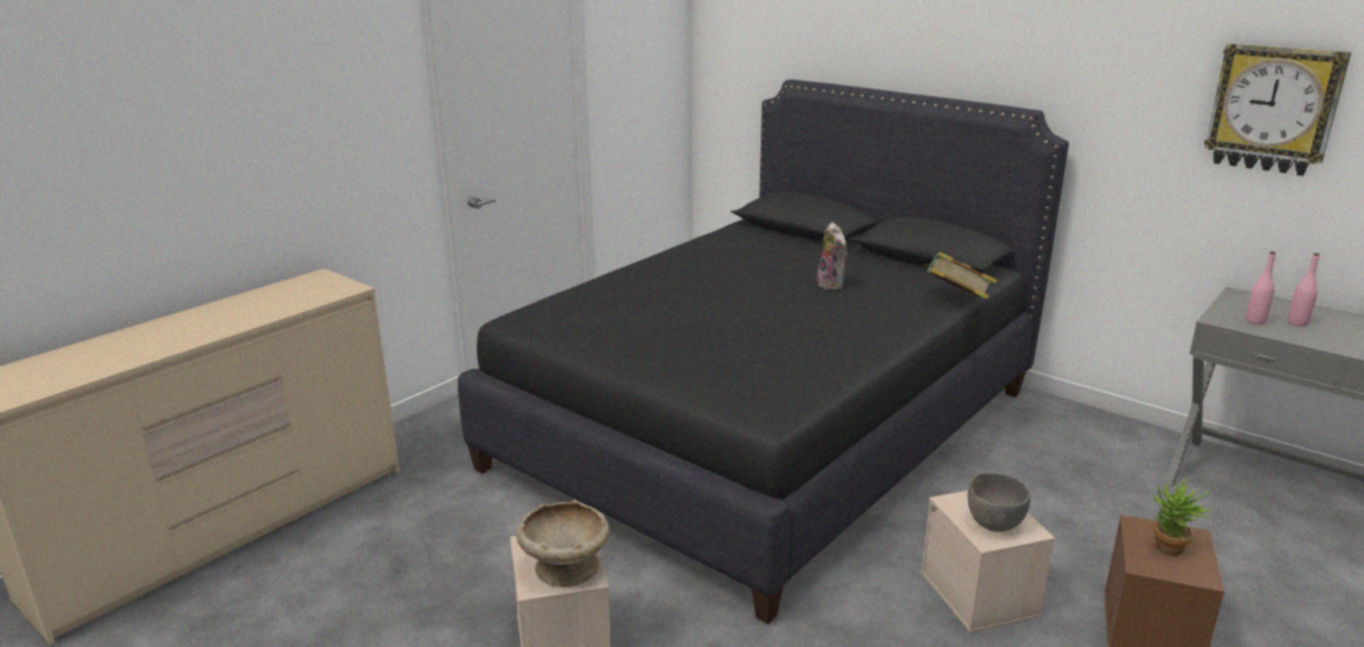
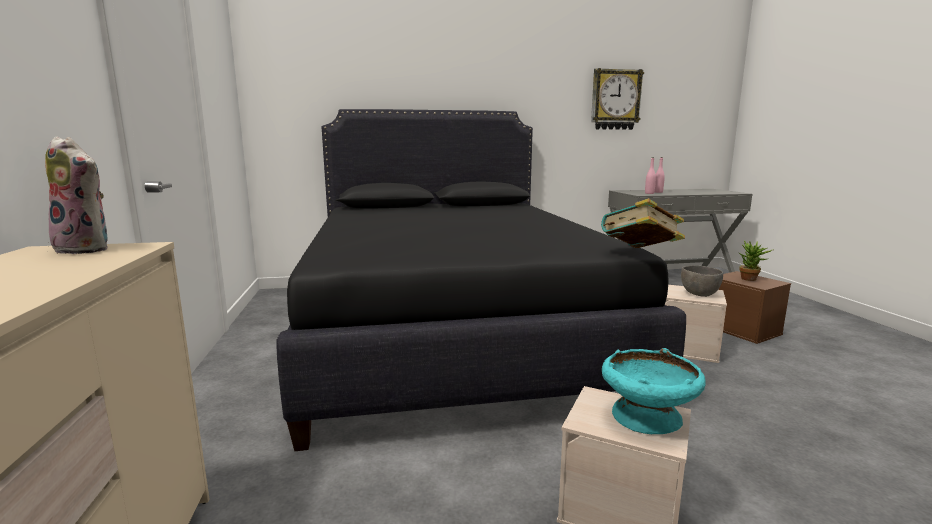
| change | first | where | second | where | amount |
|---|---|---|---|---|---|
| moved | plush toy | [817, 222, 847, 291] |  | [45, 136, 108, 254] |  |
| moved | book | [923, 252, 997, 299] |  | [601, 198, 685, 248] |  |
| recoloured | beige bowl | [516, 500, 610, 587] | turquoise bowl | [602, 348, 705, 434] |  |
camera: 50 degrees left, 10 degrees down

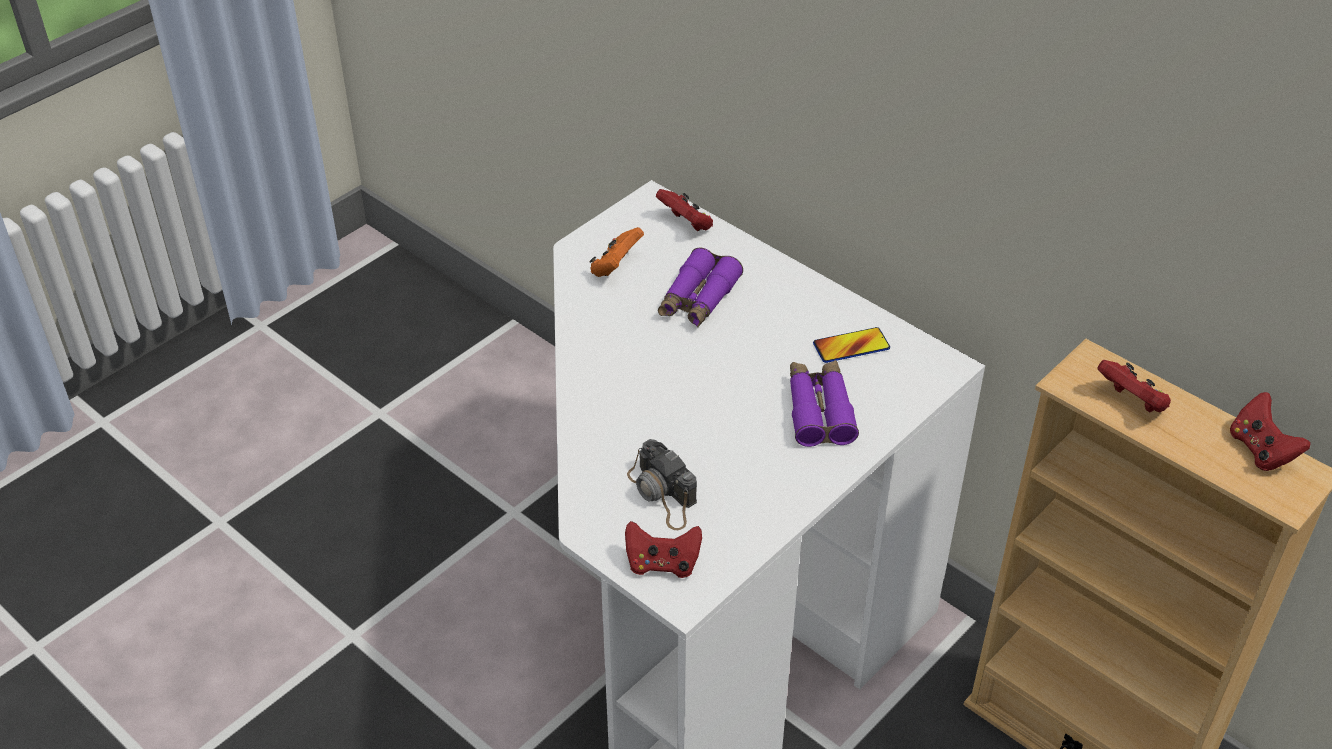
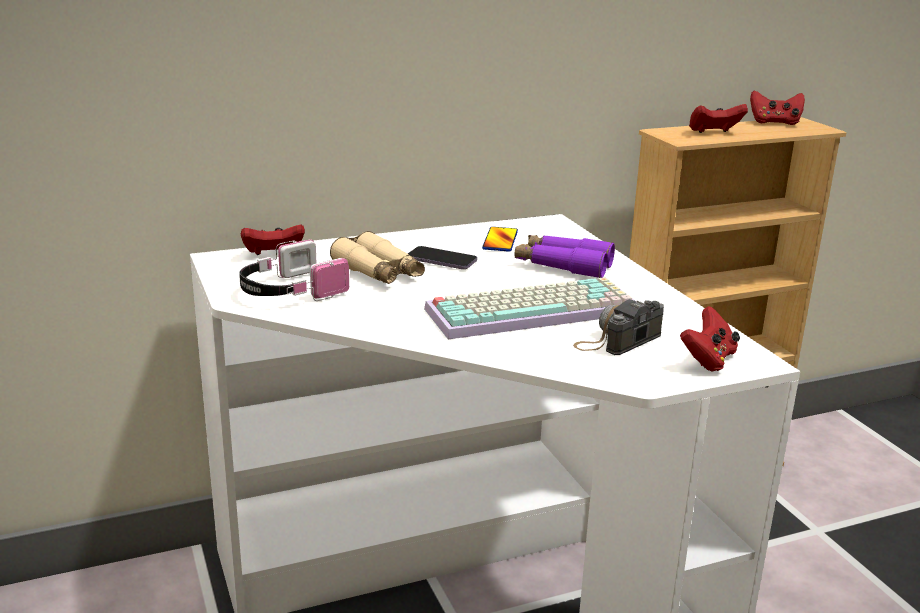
| change | first | where | second | where | amount |
|---|---|---|---|---|---|
| replaced | orange game controller | [590, 227, 644, 277] | headphones | [239, 239, 349, 301] |  |
| recoloured | purple binoculars | [658, 248, 743, 327] | beige binoculars | [330, 231, 425, 284] |  |
| added |  |  | phone | [408, 246, 477, 269] |  |
| added |  |  | keyboard | [424, 277, 637, 339] |  |
| turned | photo camera | [627, 439, 697, 530] |  | [573, 299, 664, 355] | 150 degrees clockwise |
camera: 65 degrees left, 20 degrees down

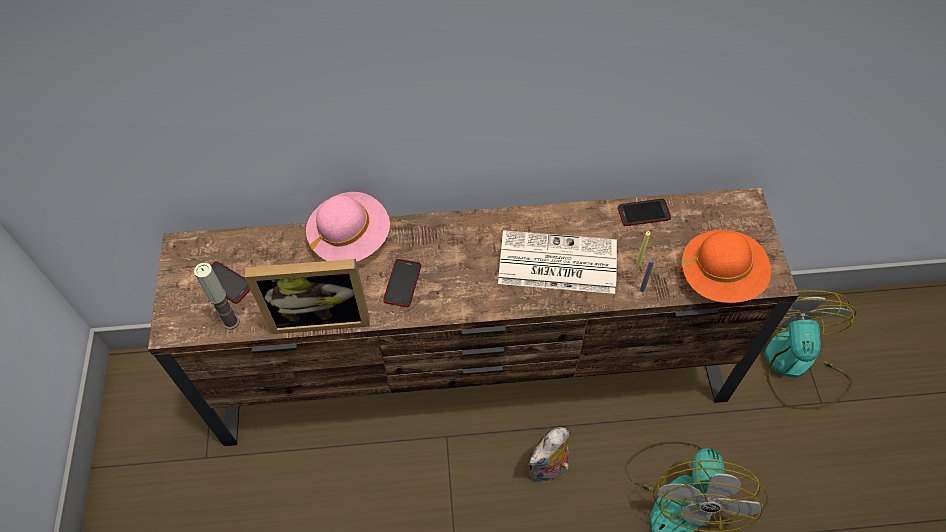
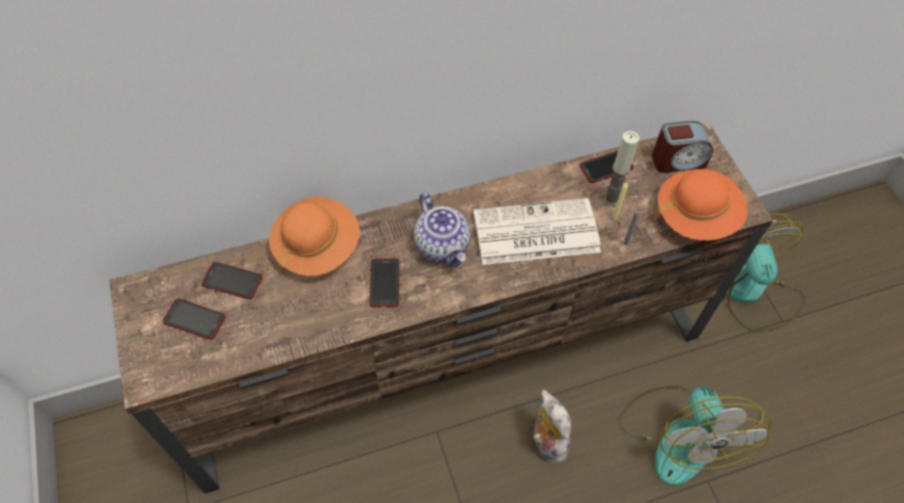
| change | first | where | second | where | amount |
|---|---|---|---|---|---|
| added |  |  | phone | [202, 262, 263, 299] |  |
| recoloured | pink hat | [306, 192, 390, 262] | orange hat | [269, 197, 360, 276] |  |
| added |  |  | teapot | [414, 193, 471, 267] |  |
| turned | plush toy | [528, 427, 570, 483] |  | [533, 390, 572, 462] | 120 degrees clockwise |
| moved | candle | [194, 263, 240, 330] |  | [603, 131, 639, 206] |  |
| added |  |  | alarm clock | [652, 121, 713, 173] |  |
| removed | picture frame | [245, 259, 370, 334] |  |  |  |
camera: 15 degrees left, 0 degrees up

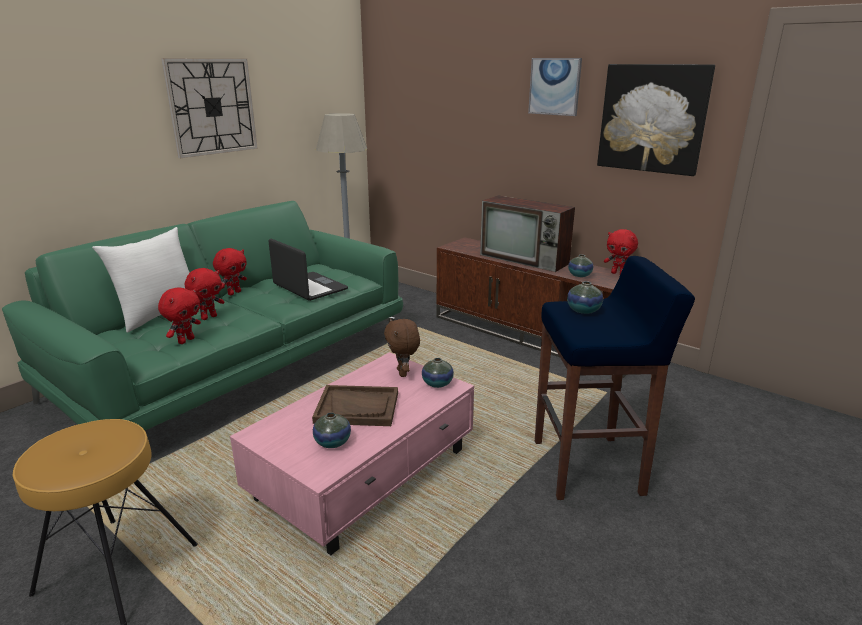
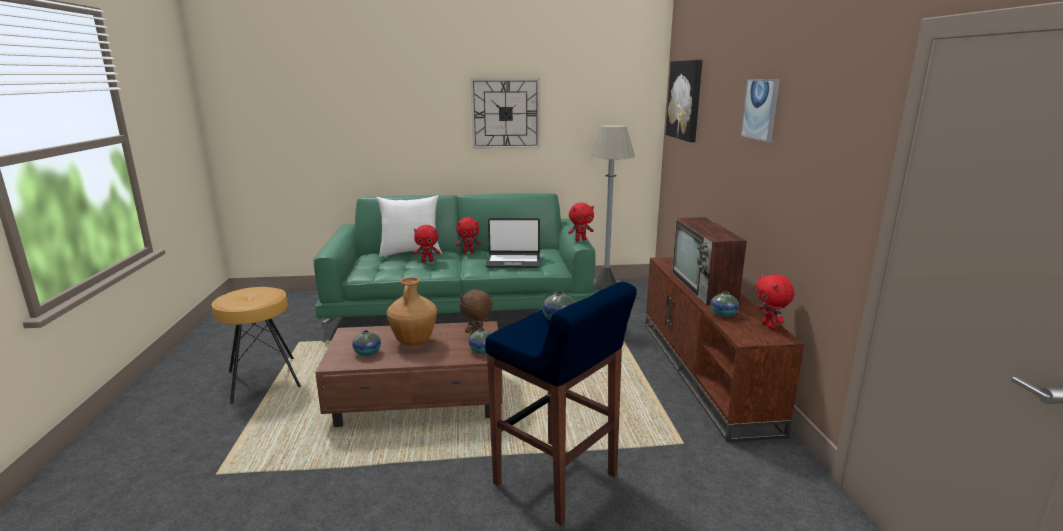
| change | first | where | second | where | amount |
|---|---|---|---|---|---|
| recoloured | pink coffee table | [230, 352, 474, 555] | brown coffee table | [315, 321, 503, 427] |  |
| replaced | brown tray | [312, 385, 398, 426] | brown vase | [387, 277, 437, 346] |  |
| turned | laptop | [268, 239, 348, 301] |  | [486, 218, 540, 268] | 90 degrees clockwise |
| moved | red plush toy | [158, 287, 201, 344] |  | [568, 203, 594, 241] |  |
| moved | picture | [597, 64, 715, 176] |  | [666, 60, 702, 142] |  |
camera: 45 degrees right, 5 degrees down

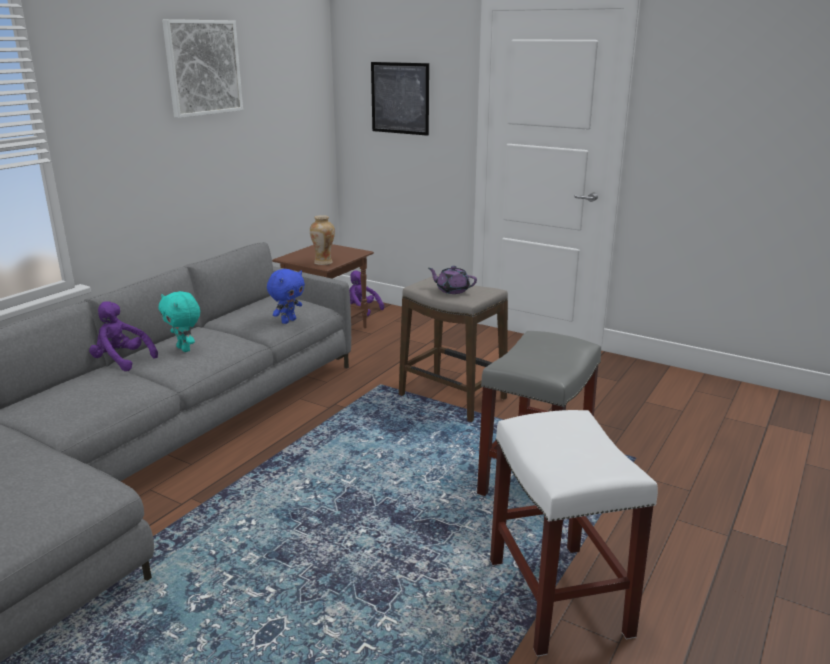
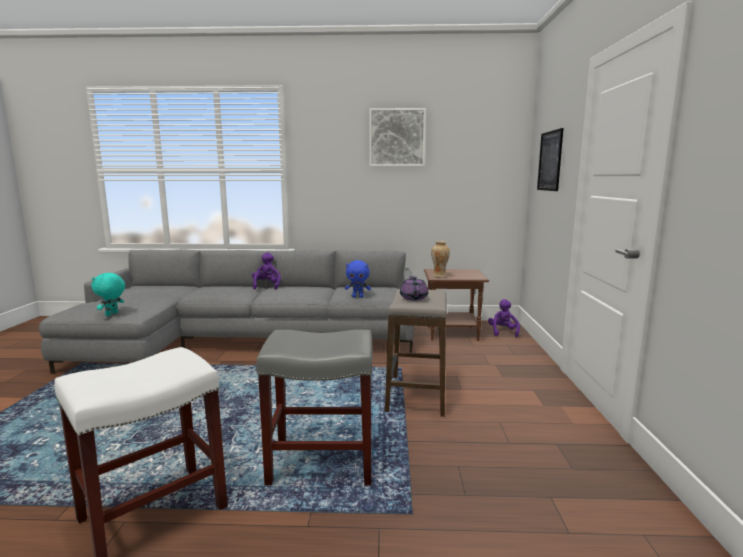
| change | first | where | second | where | amount |
|---|---|---|---|---|---|
| moved | turquoise plush toy | [159, 291, 200, 352] |  | [92, 273, 125, 316] |  |
camera: 60 degrees right, 10 degrees down

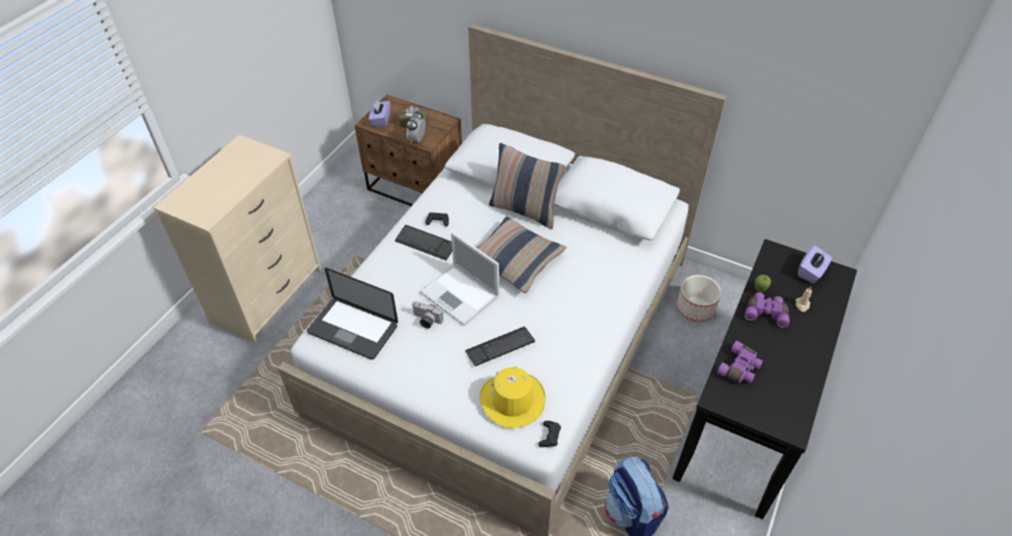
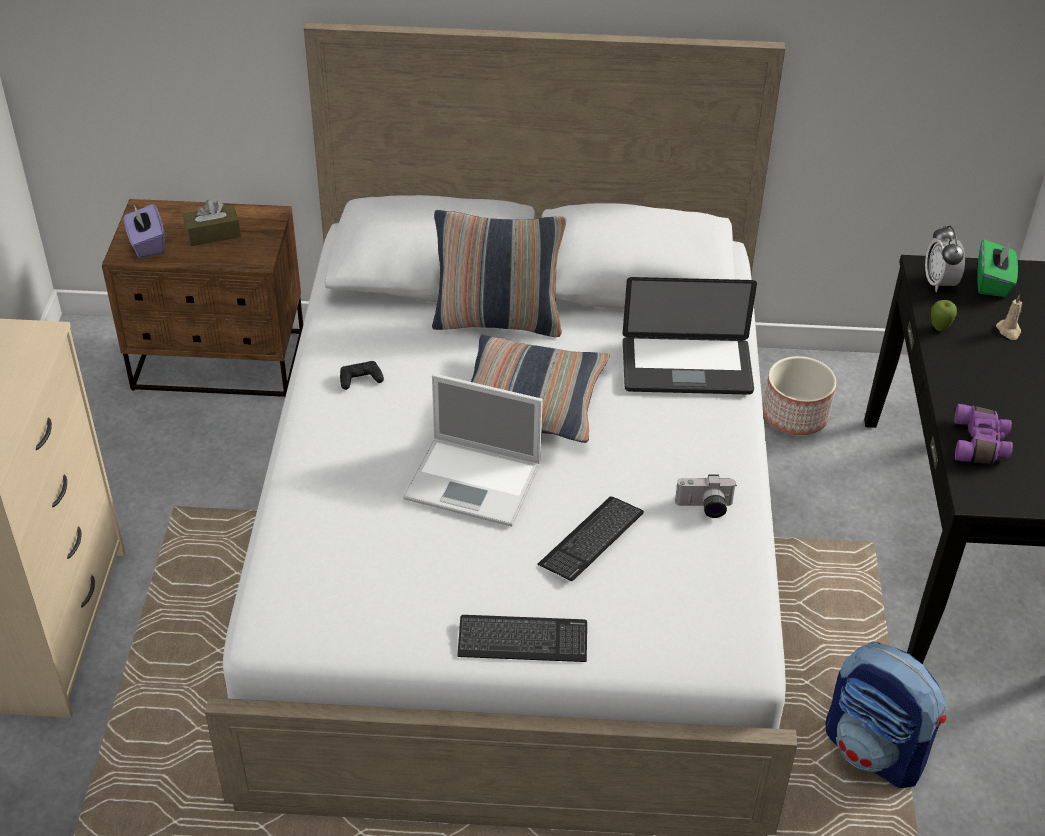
| change | first | where | second | where | amount |
|---|---|---|---|---|---|
| moved | keyboard | [395, 225, 452, 261] |  | [458, 615, 587, 662] |  |
| moved | laptop | [307, 268, 398, 360] |  | [623, 277, 757, 395] |  |
| moved | photo camera | [412, 301, 443, 328] |  | [675, 475, 736, 518] |  |
| moved | alarm clock | [407, 111, 426, 143] |  | [925, 226, 965, 292] |  |
| recoloured | purple tissue box | [798, 245, 832, 284] | green tissue box | [978, 240, 1018, 297] |  |
| removed | yellow hat | [480, 365, 545, 428] |  |  |  |
| removed | black game controller | [538, 421, 561, 447] |  |  |  |
| removed | purple binoculars | [745, 292, 790, 327] |  |  |  |
camera: 25 degrees left, 5 degrees down

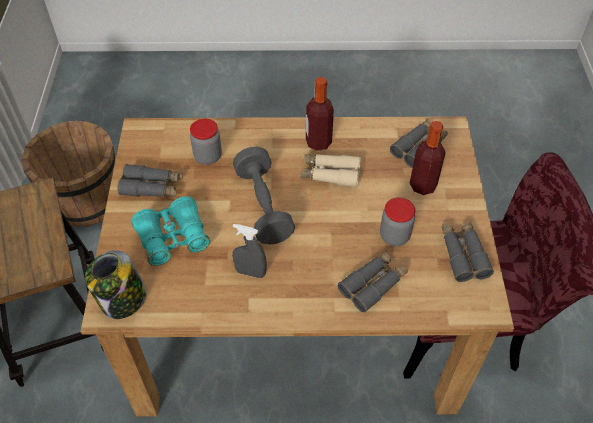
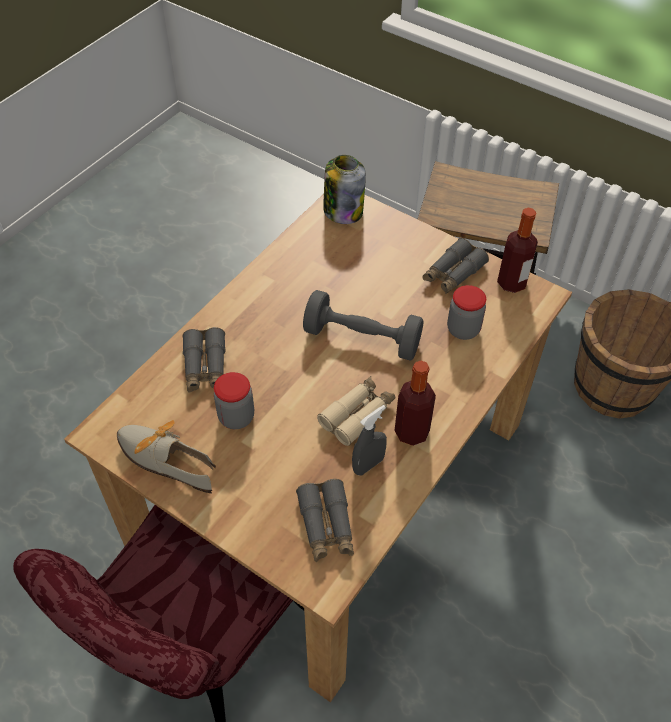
| change | first | where | second | where | amount |
|---|---|---|---|---|---|
| replaced | grey binoculars | [442, 221, 494, 282] | shoe | [117, 420, 216, 494] |  |
| moved | grey spray bottle | [232, 224, 267, 278] |  | [352, 405, 387, 476] |  |
| moved | bottle | [410, 121, 445, 195] |  | [497, 208, 538, 293] |  |
| removed | turquoise binoculars | [132, 196, 210, 266] |  |  |  |
camera: 125 degrees right, 0 degrees up

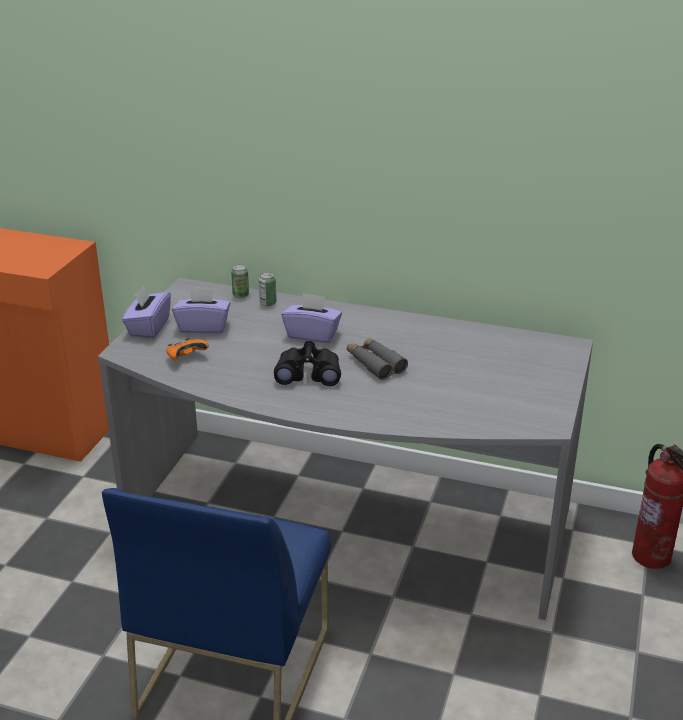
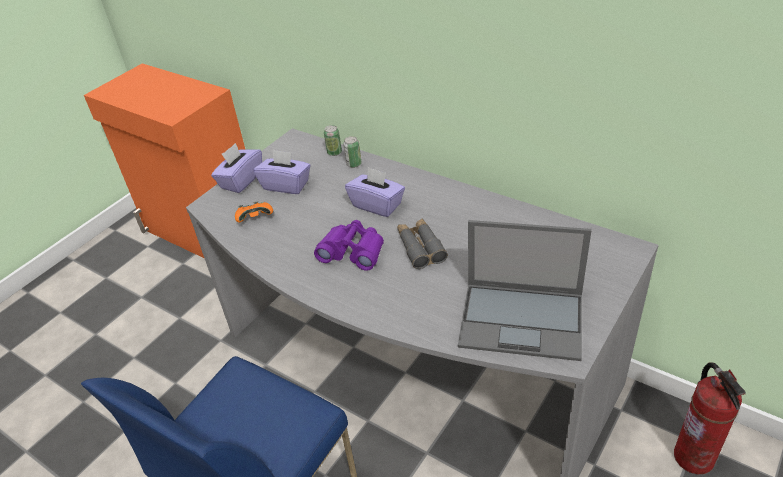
| change | first | where | second | where | amount |
|---|---|---|---|---|---|
| recoloured | black binoculars | [274, 340, 341, 386] | purple binoculars | [314, 220, 384, 271] |  |
| added |  |  | laptop | [458, 220, 591, 361] |  |
camera: 20 degrees right, 10 degrees up

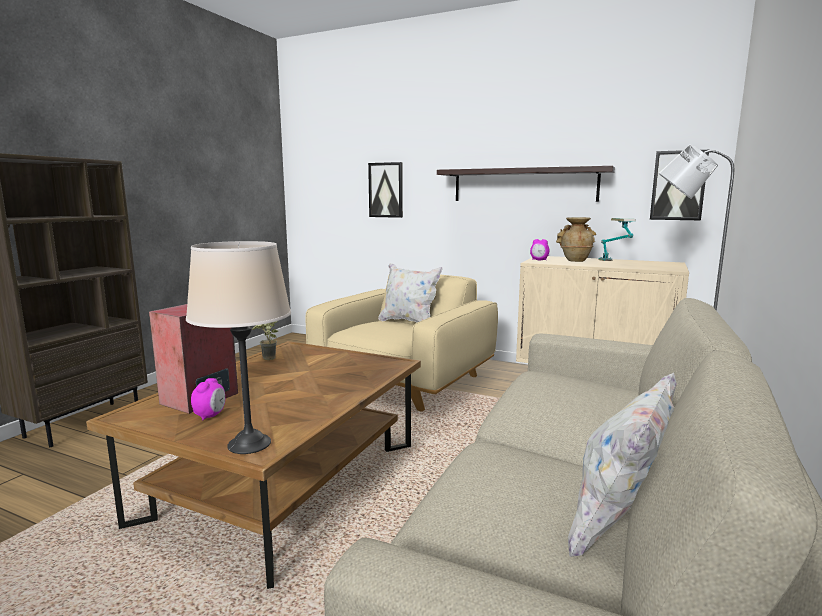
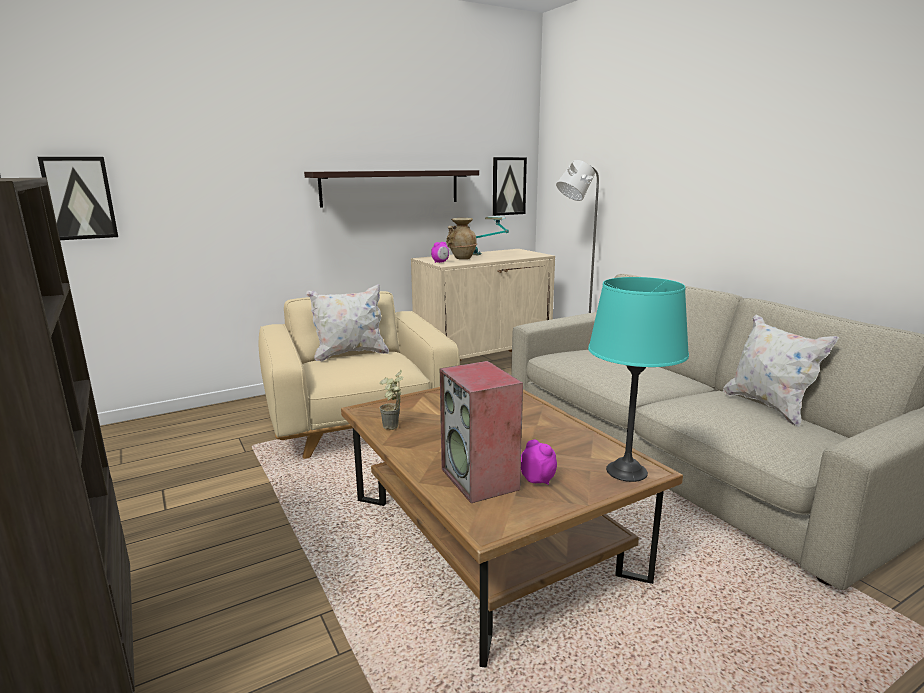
| change | first | where | second | where | amount |
|---|---|---|---|---|---|
| moved | picture | [368, 162, 403, 218] |  | [38, 157, 118, 240] |  |
| recoloured | beige table lamp | [186, 241, 291, 454] | turquoise table lamp | [588, 277, 689, 482] |  |
camera: 55 degrees left, 5 degrees up

